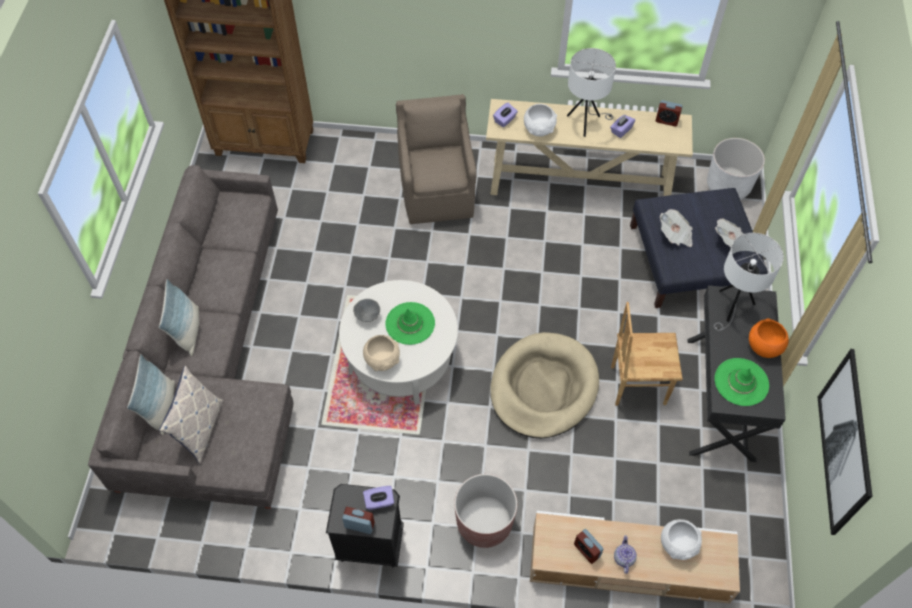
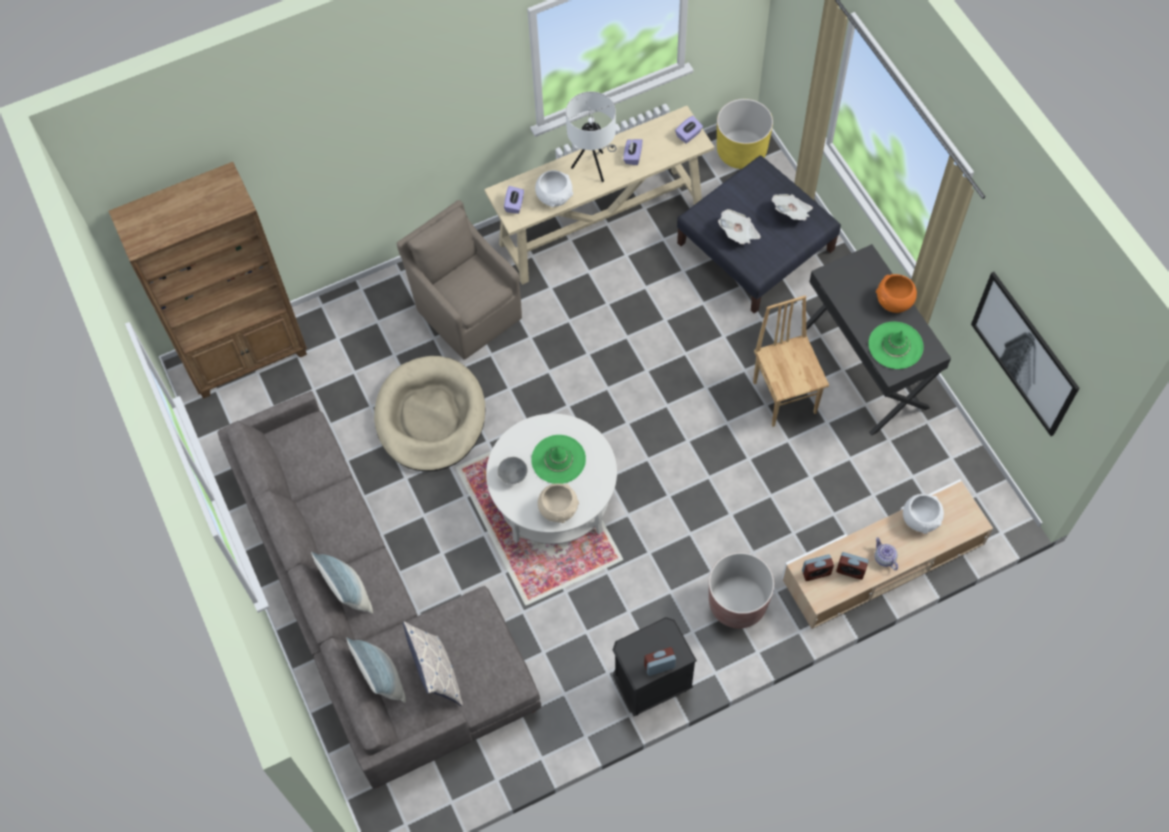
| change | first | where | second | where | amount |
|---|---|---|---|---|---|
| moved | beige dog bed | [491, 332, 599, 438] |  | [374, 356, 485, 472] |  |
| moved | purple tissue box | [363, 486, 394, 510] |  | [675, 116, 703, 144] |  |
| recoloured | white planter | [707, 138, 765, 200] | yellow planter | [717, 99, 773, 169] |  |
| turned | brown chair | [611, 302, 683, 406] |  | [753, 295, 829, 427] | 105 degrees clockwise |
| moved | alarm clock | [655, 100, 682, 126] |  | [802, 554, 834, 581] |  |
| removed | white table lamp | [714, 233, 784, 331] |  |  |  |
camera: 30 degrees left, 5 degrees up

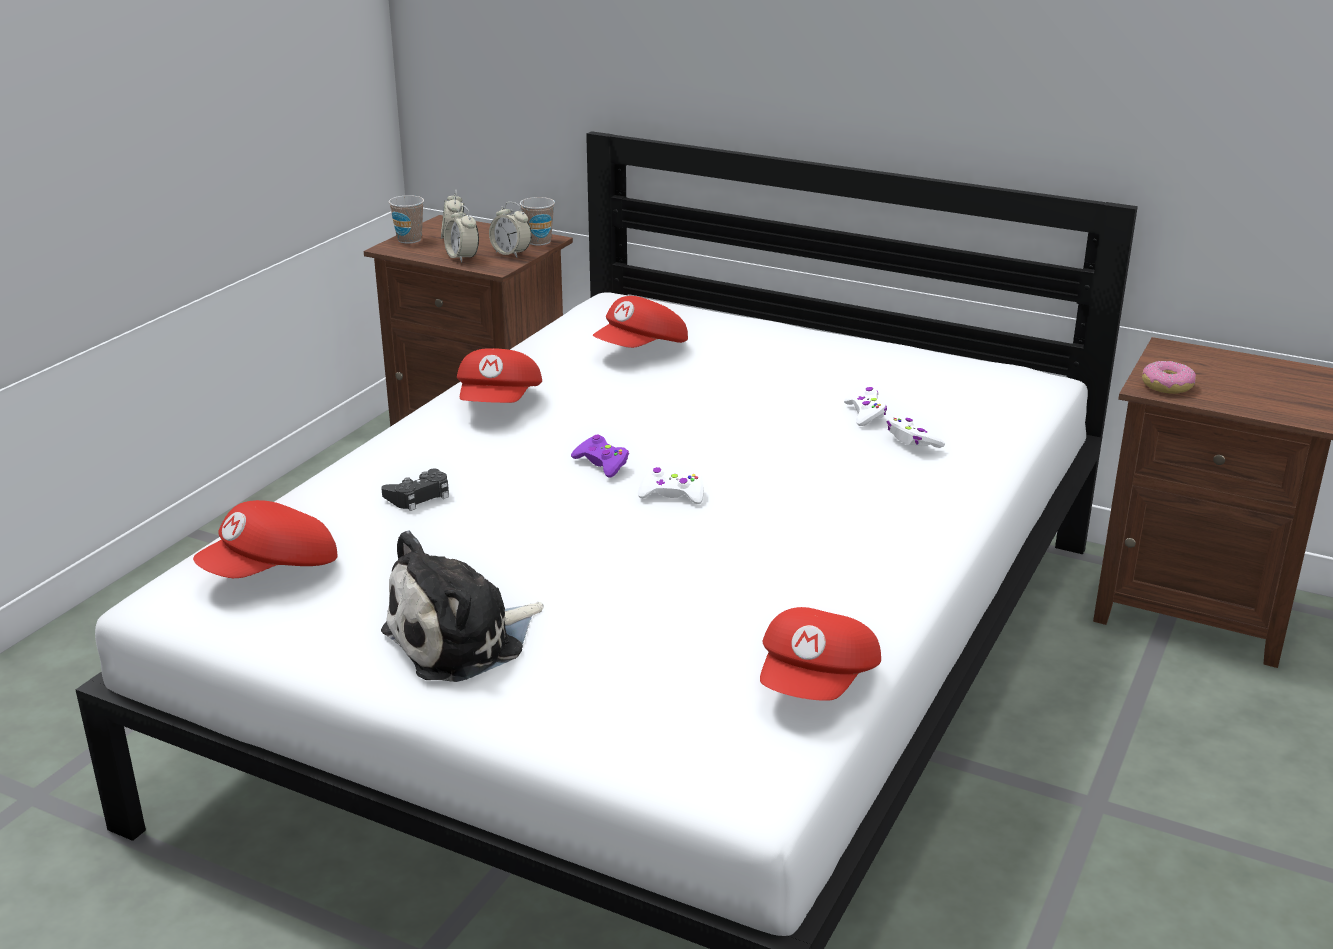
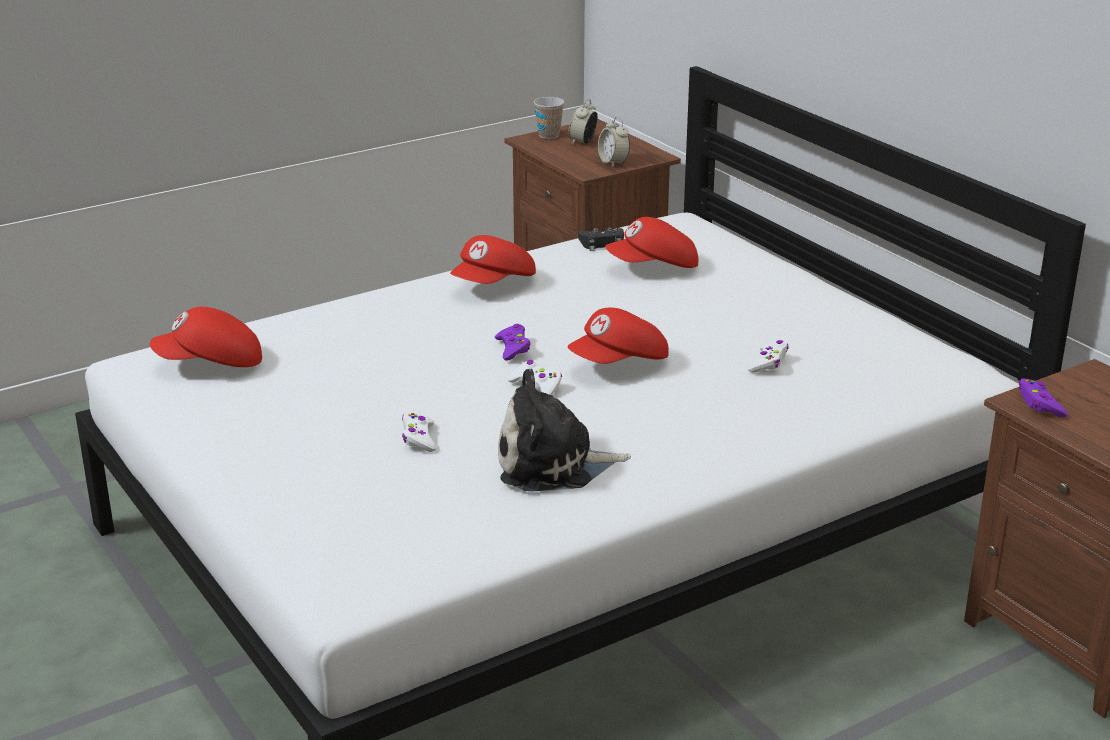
| change | first | where | second | where | amount |
|---|---|---|---|---|---|
| moved | white game controller | [887, 418, 945, 448] |  | [402, 412, 436, 452] |  |
| moved | plush toy | [381, 530, 544, 682] |  | [498, 369, 631, 491] |  |
| moved | red cap | [760, 607, 881, 701] |  | [567, 308, 669, 364] |  |
| moved | black game controller | [381, 469, 449, 511] |  | [578, 227, 624, 251] |  |
| replaced | donut | [1142, 361, 1196, 394] | purple game controller | [1019, 378, 1068, 418] |  |
| removed | alarm clock | [444, 206, 479, 263] |  |  |  |
| removed | cup | [520, 197, 555, 245] |  |  |  |
camera: 30 degrees right, 0 degrees up

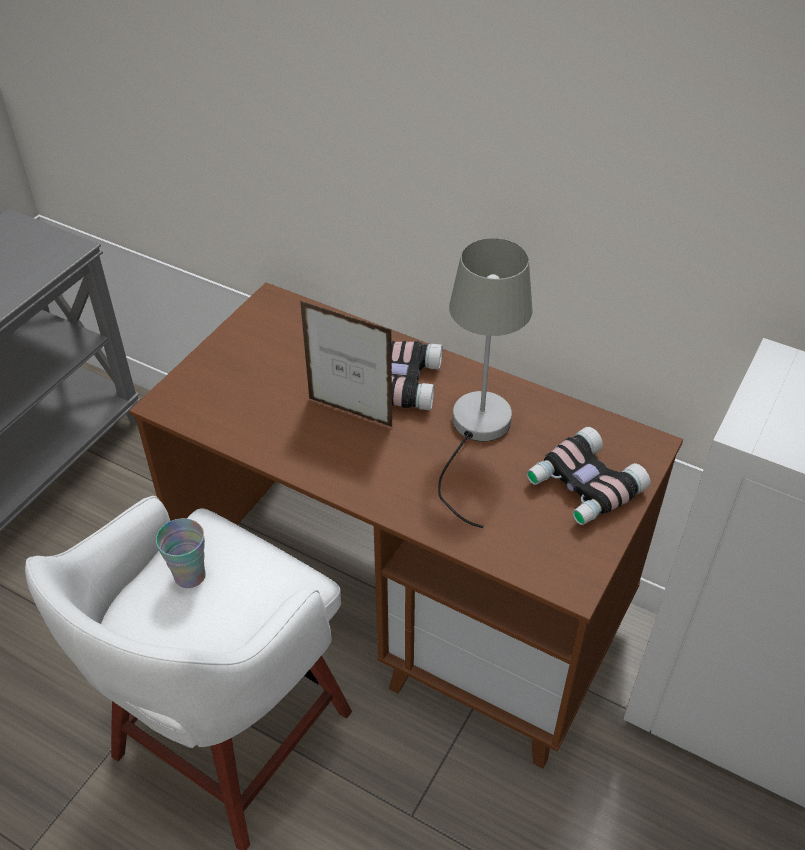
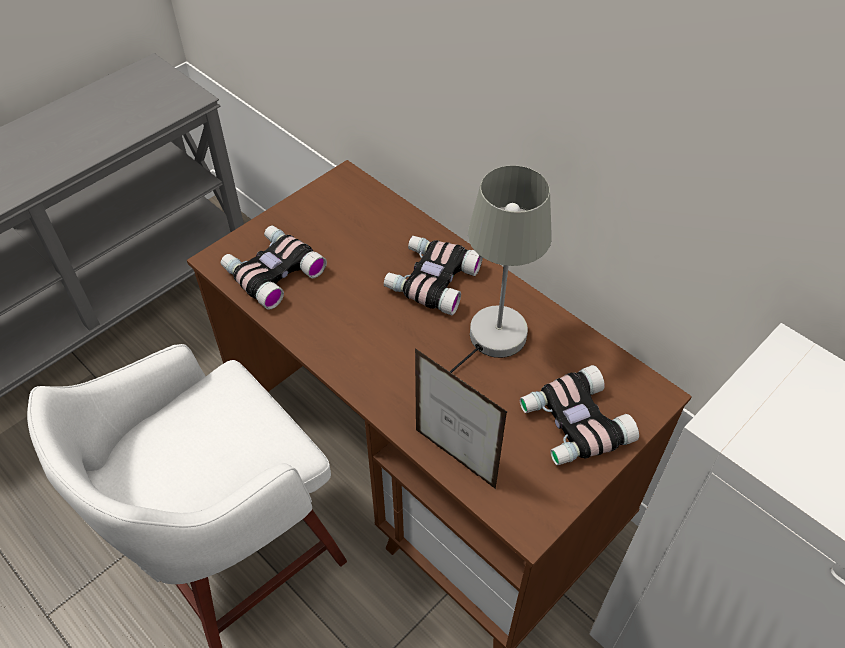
| change | first | where | second | where | amount |
|---|---|---|---|---|---|
| added |  |  | binoculars | [221, 225, 327, 309] |  |
| moved | picture frame | [300, 301, 393, 428] |  | [415, 348, 507, 489] |  |
| removed | cup | [156, 518, 206, 588] |  |  |  |
camera: 15 degrees right, 5 degrees up

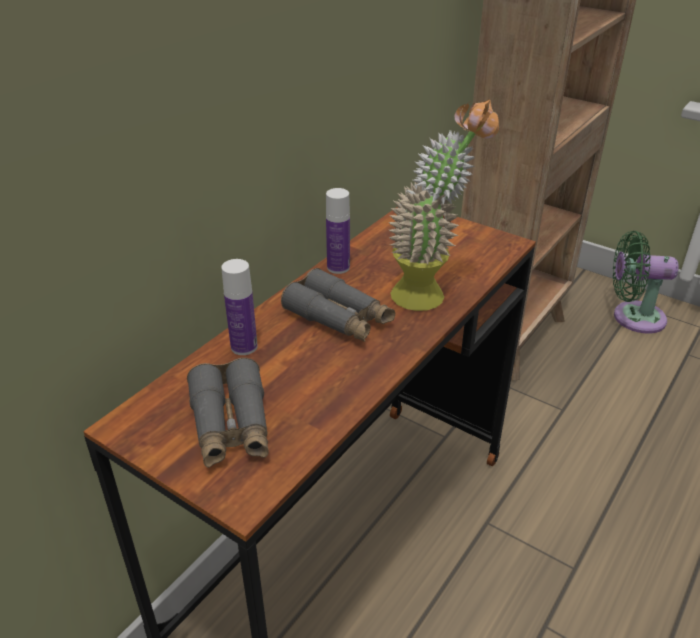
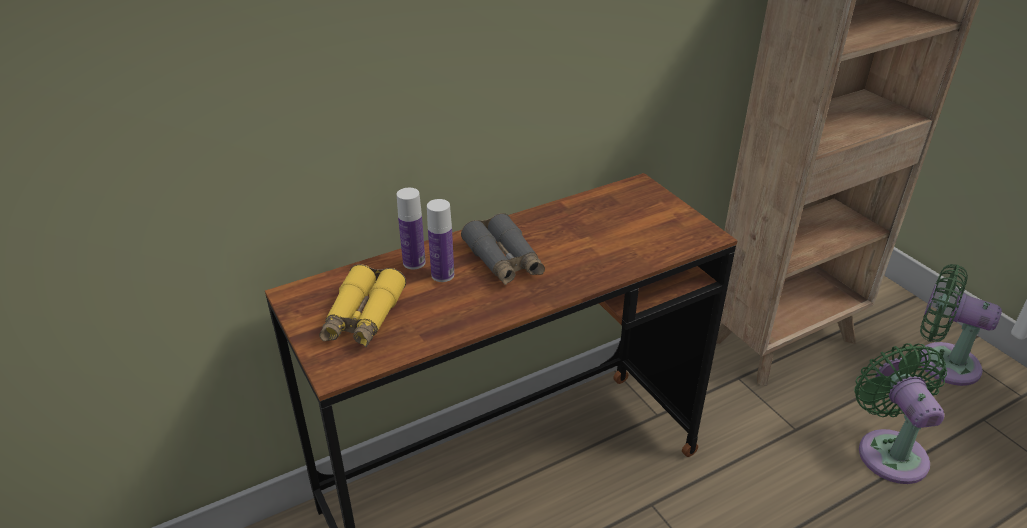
| change | first | where | second | where | amount |
|---|---|---|---|---|---|
| recoloured | grey binoculars | [187, 358, 269, 468] | yellow binoculars | [319, 264, 406, 347] |  |
| moved | bottle | [326, 188, 350, 274] |  | [427, 199, 454, 282] |  |
| added |  |  | green fan | [854, 343, 947, 484] |  |
| removed | potted plant | [389, 99, 499, 311] |  |  |  |
camera: 25 degrees right, 0 degrees up

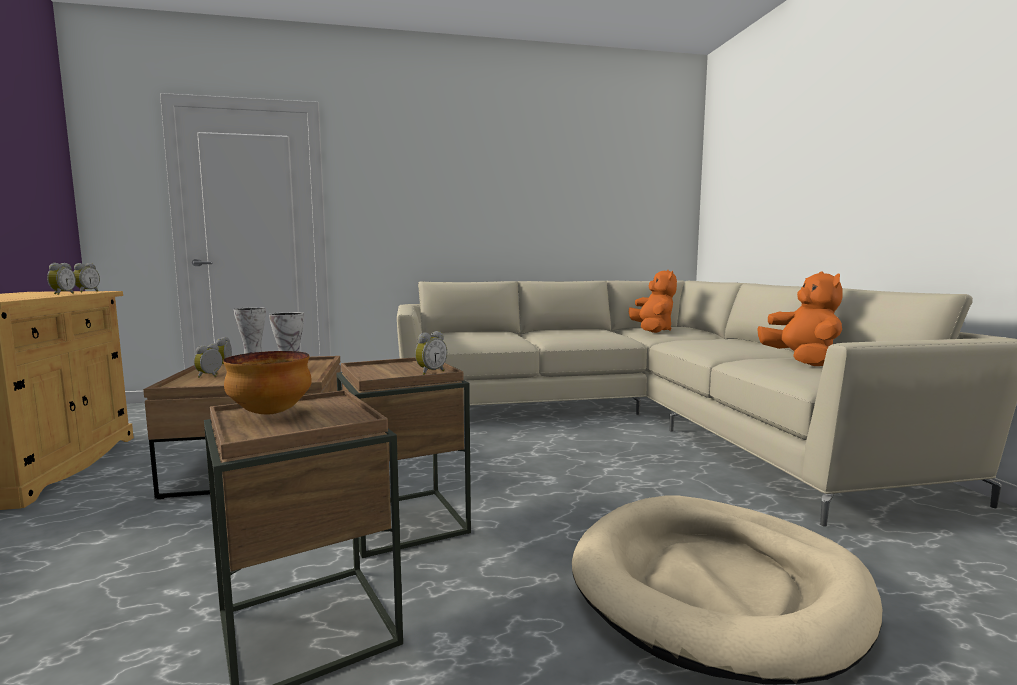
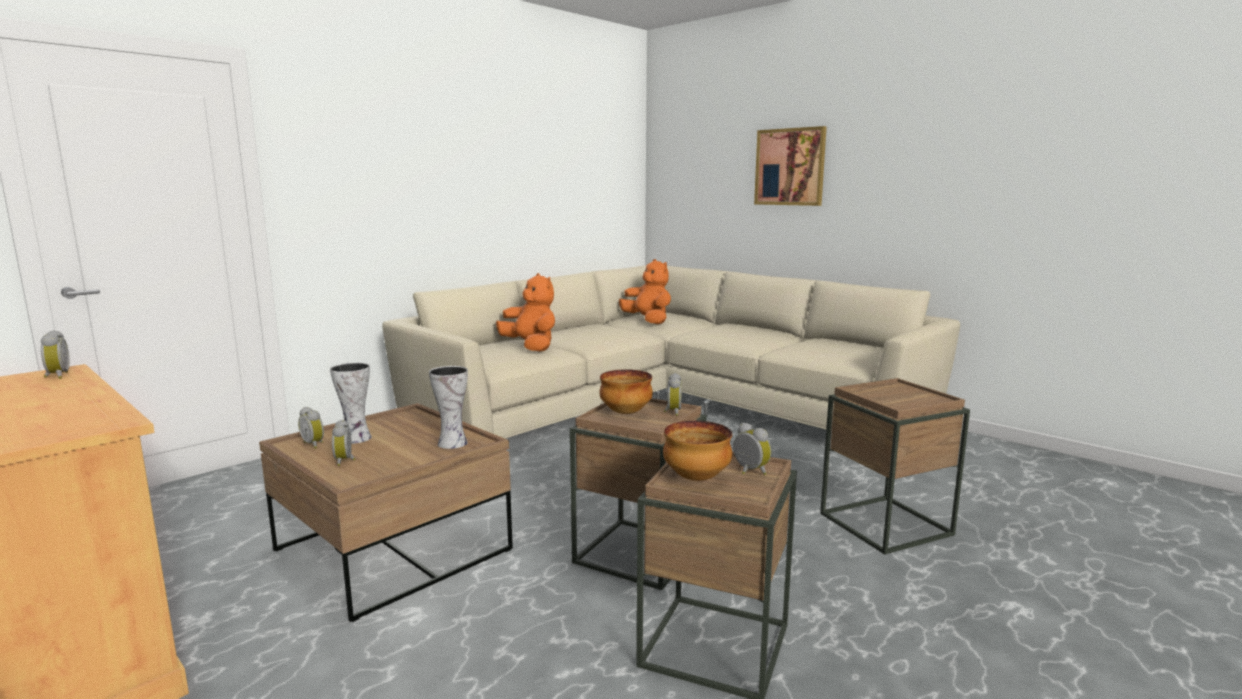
| change | first | where | second | where | amount |
|---|---|---|---|---|---|
| moved | orange plush toy | [757, 271, 843, 366] |  | [496, 273, 555, 352] |  |
| added |  |  | bowl | [599, 369, 653, 414] |  |
| moved | alarm clock | [47, 263, 76, 295] |  | [733, 423, 771, 475] |  |
| added |  |  | picture | [754, 126, 827, 206] |  |
| replaced | beige dog bed | [572, 495, 882, 685] | brown side table | [820, 378, 970, 555] |  |
camera: 35 degrees left, 5 degrees up

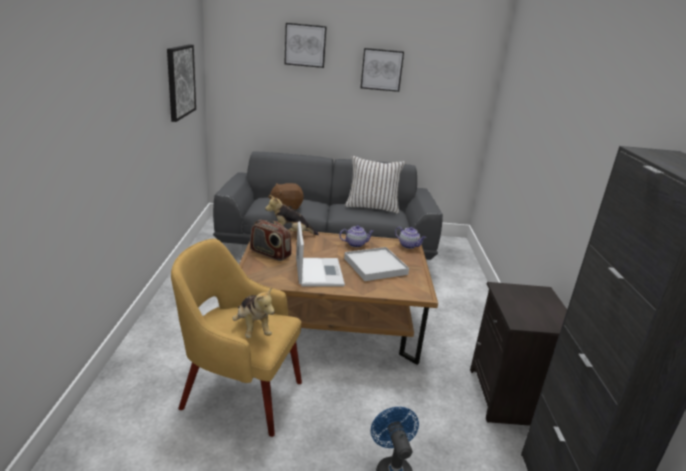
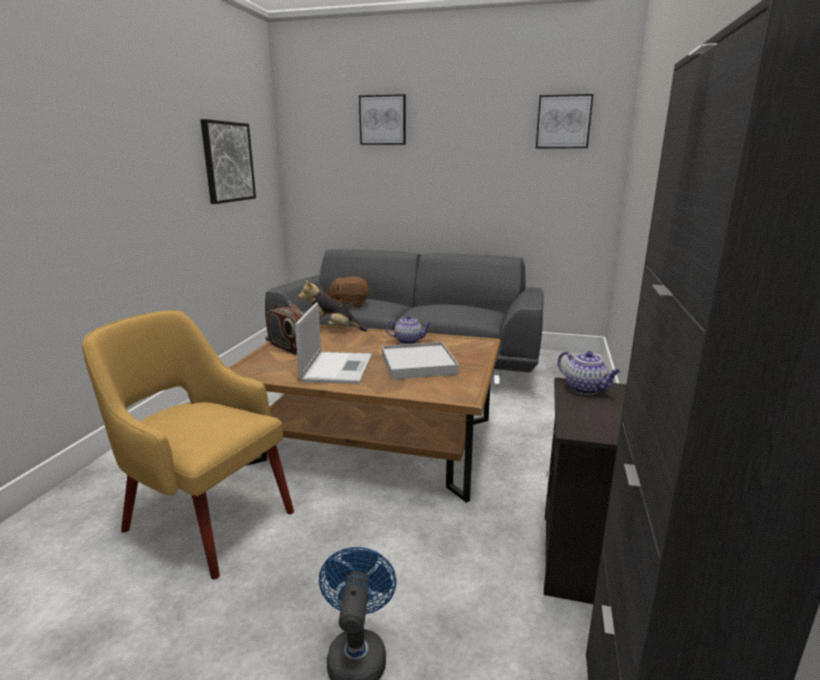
| change | first | where | second | where | amount |
|---|---|---|---|---|---|
| moved | picture | [360, 48, 404, 92] |  | [536, 94, 593, 148] |  |
| moved | teapot | [395, 227, 426, 249] |  | [558, 351, 621, 394] |  |
| removed | plush toy | [233, 287, 275, 338] |  |  |  |
| removed | white pillow | [345, 156, 405, 214] |  |  |  |
camera: 15 degrees right, 5 degrees down

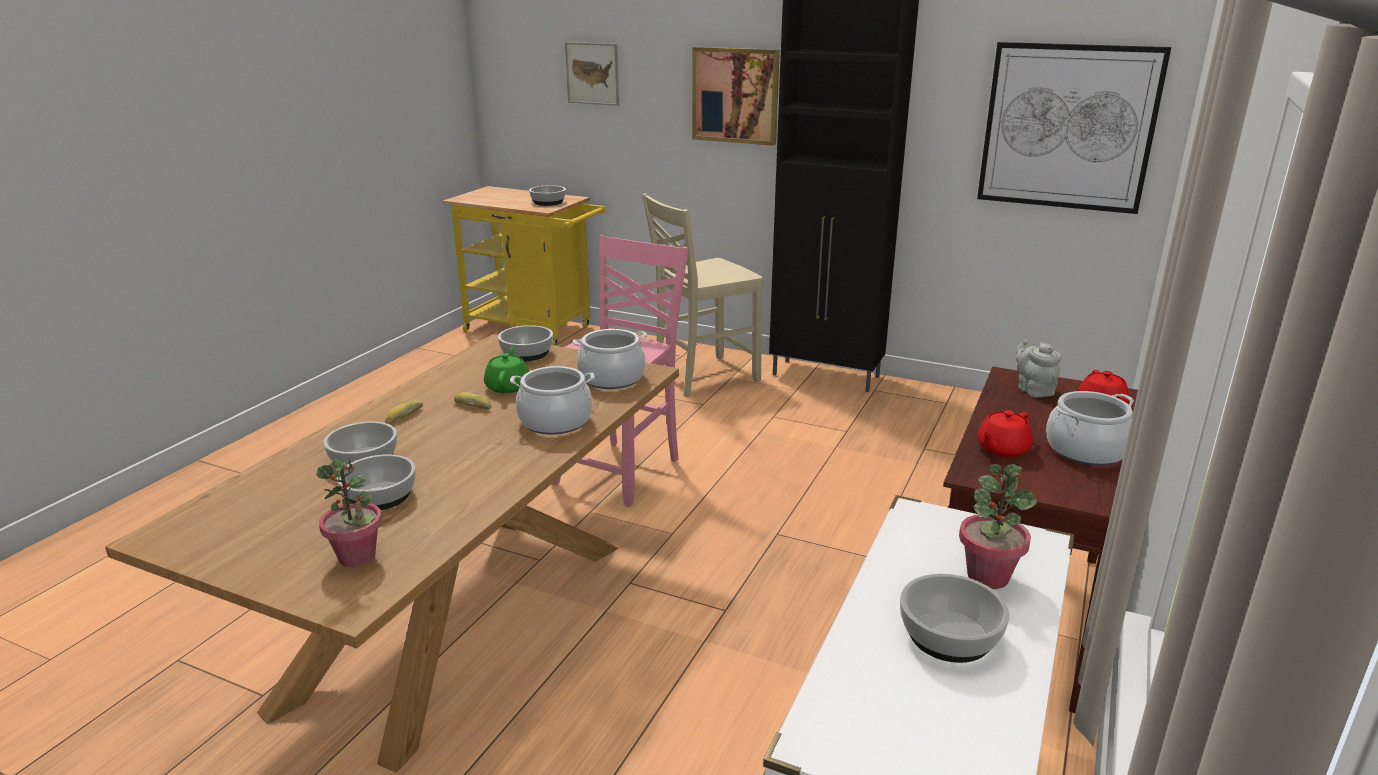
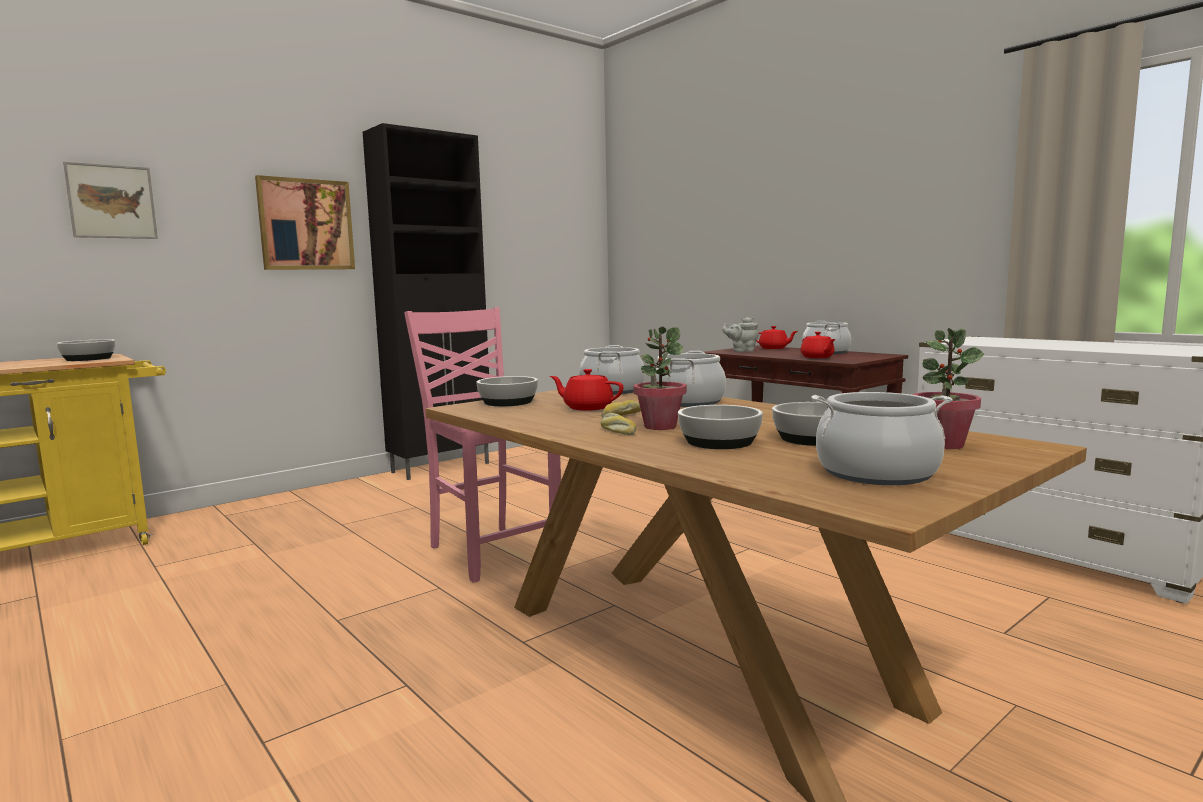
| change | first | where | second | where | amount |
|---|---|---|---|---|---|
| recoloured | green teapot | [484, 347, 529, 393] | red teapot | [550, 369, 624, 411] |  |
| moved | potted plant | [959, 464, 1037, 589] |  | [633, 327, 687, 430] |  |
| added |  |  | cooking pot | [811, 392, 953, 485] |  |
| removed | beige chair | [642, 193, 763, 397] |  |  |  |
| removed | bowl | [900, 574, 1009, 663] |  |  |  |
| removed | picture | [977, 42, 1171, 214] |  |  |  |
camera: 65 degrees left, 15 degrees down

